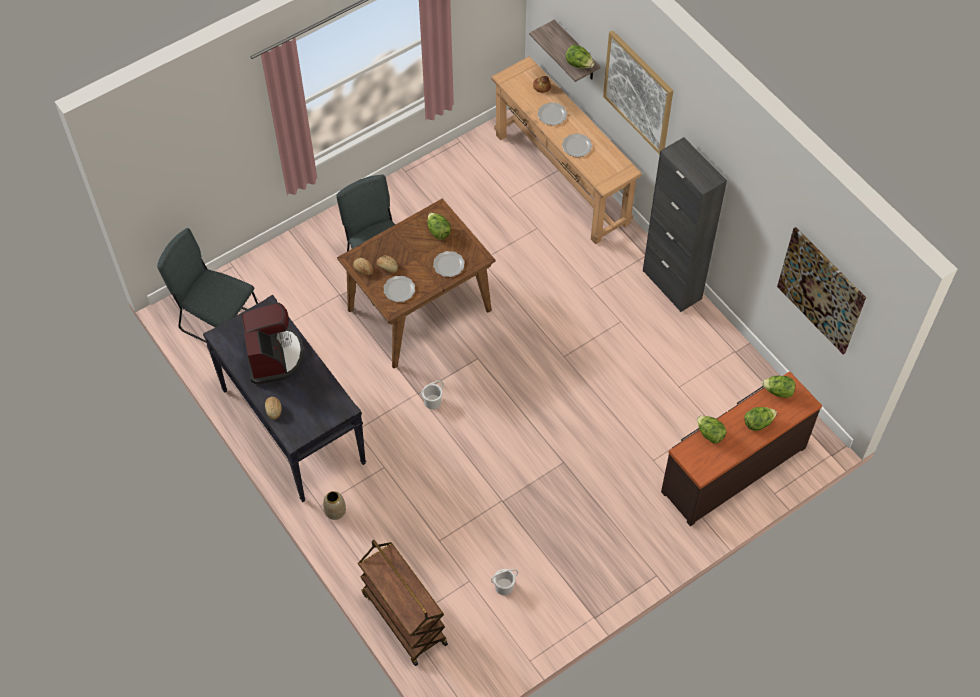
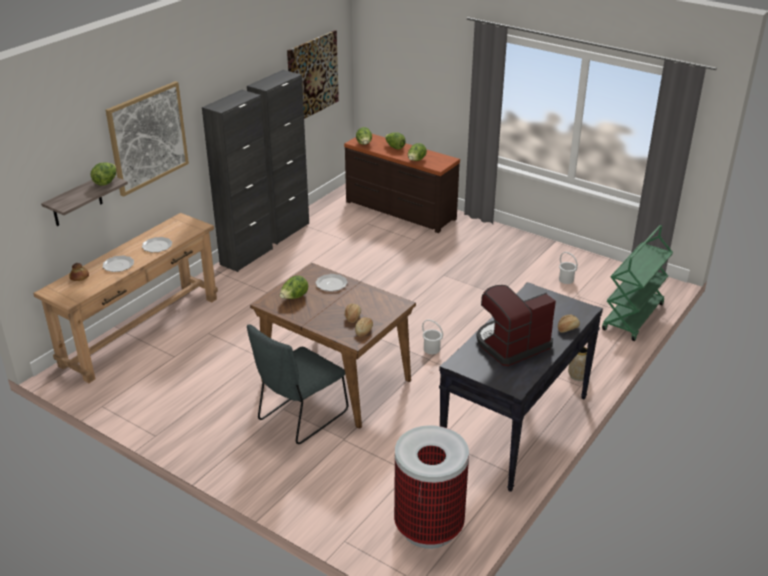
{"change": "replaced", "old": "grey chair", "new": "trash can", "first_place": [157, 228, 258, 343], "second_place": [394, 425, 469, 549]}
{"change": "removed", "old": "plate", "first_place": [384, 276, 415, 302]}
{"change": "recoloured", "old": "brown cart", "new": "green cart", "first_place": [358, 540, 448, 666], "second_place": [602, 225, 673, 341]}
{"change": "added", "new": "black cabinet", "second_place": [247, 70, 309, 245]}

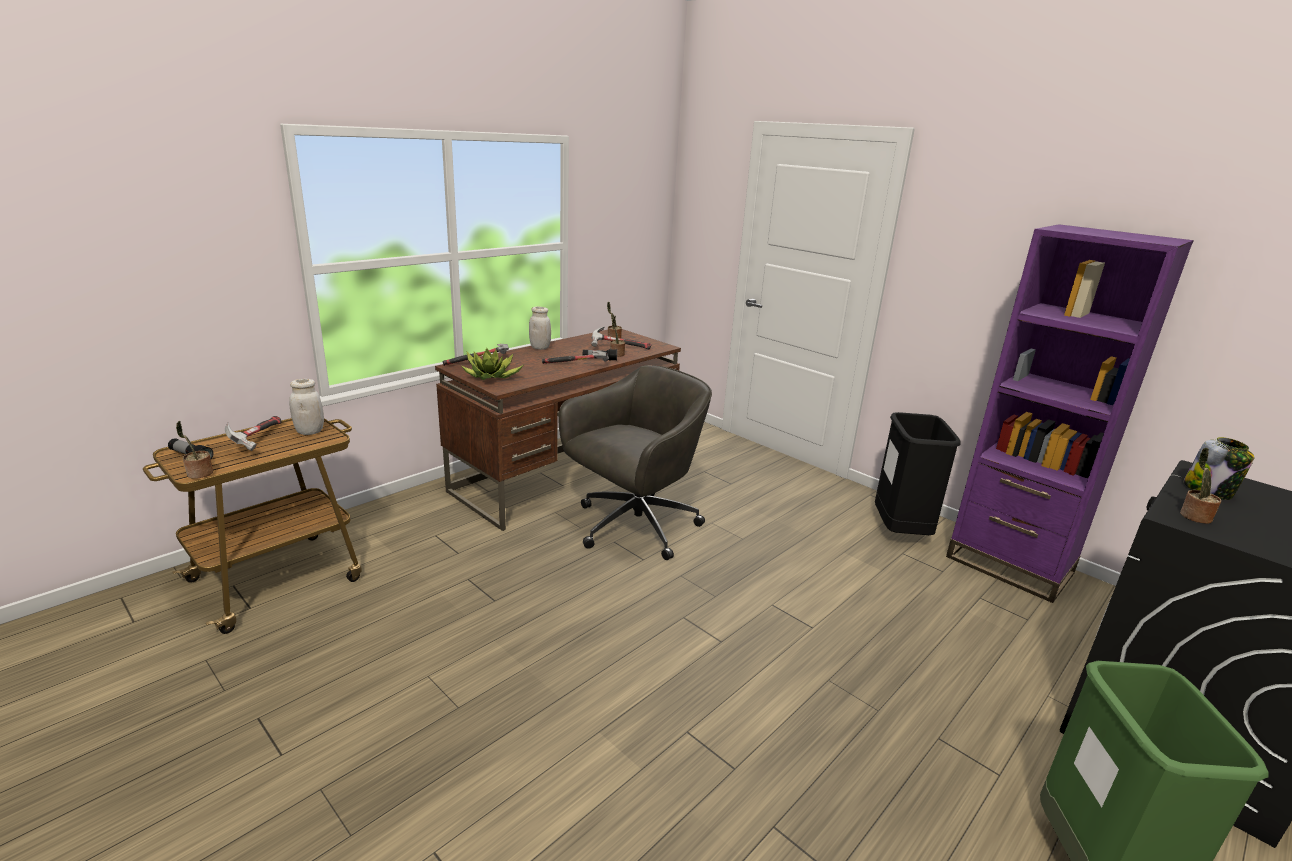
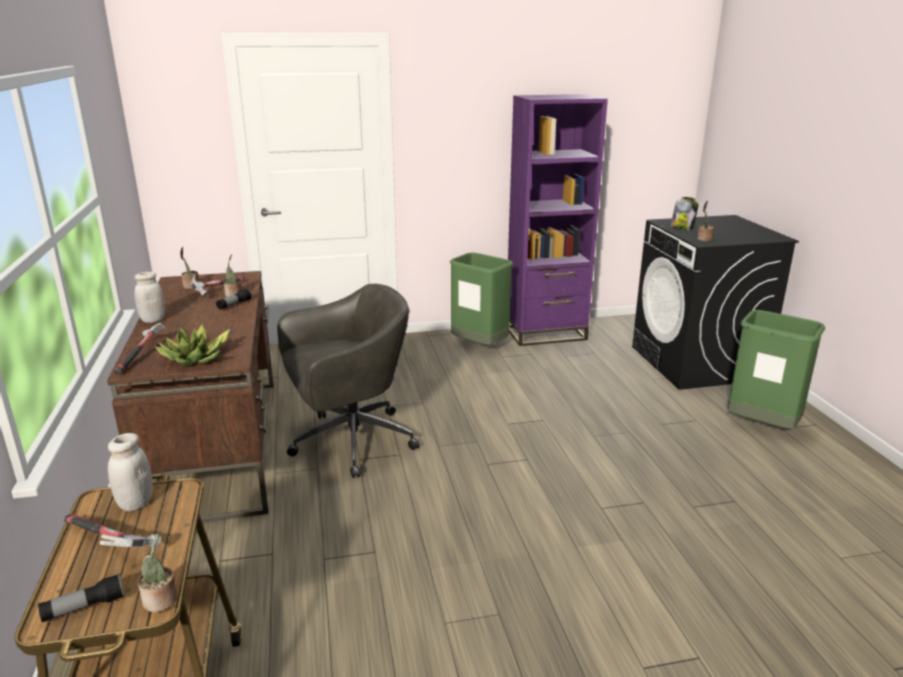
{"change": "removed", "old": "hammer", "first_place": [542, 350, 609, 364]}
{"change": "turned", "old": "grey office chair", "first_place": [558, 365, 712, 560], "second_place": [277, 284, 419, 478], "degrees": 75}
{"change": "recoloured", "old": "black trash can", "new": "green trash can", "first_place": [875, 412, 961, 535], "second_place": [449, 252, 513, 345]}

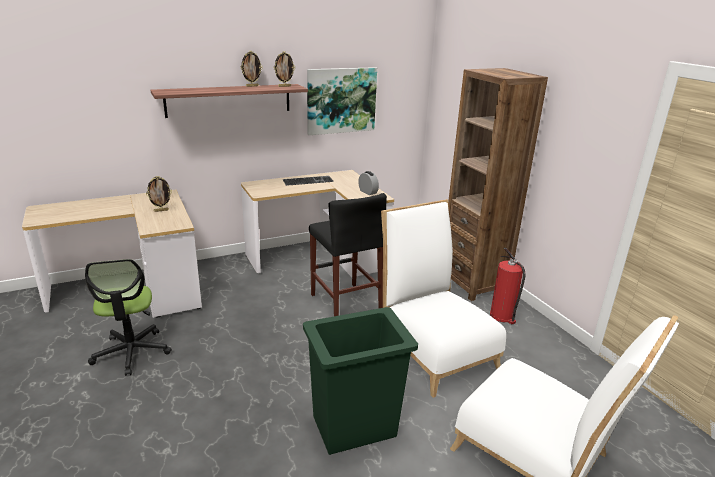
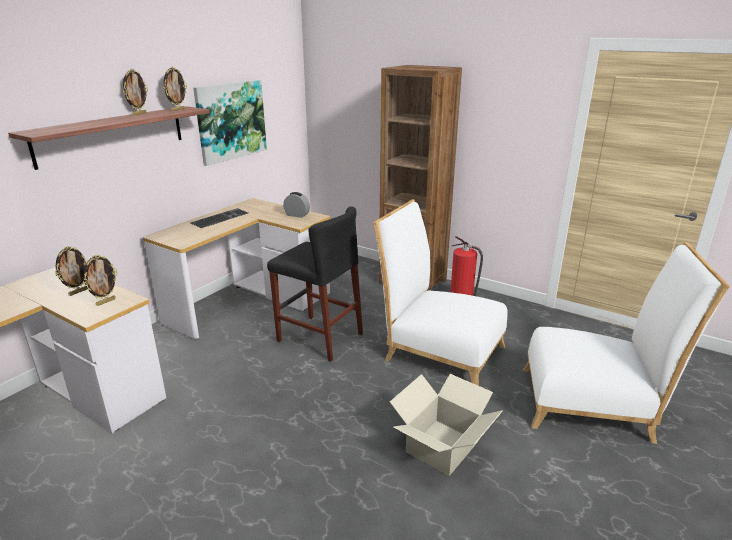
{"change": "removed", "old": "office chair", "first_place": [85, 259, 172, 376]}
{"change": "replaced", "old": "green trash can", "new": "cardboard box", "first_place": [303, 307, 418, 455], "second_place": [390, 374, 503, 476]}
{"change": "added", "new": "picture frame", "second_place": [83, 255, 118, 306]}

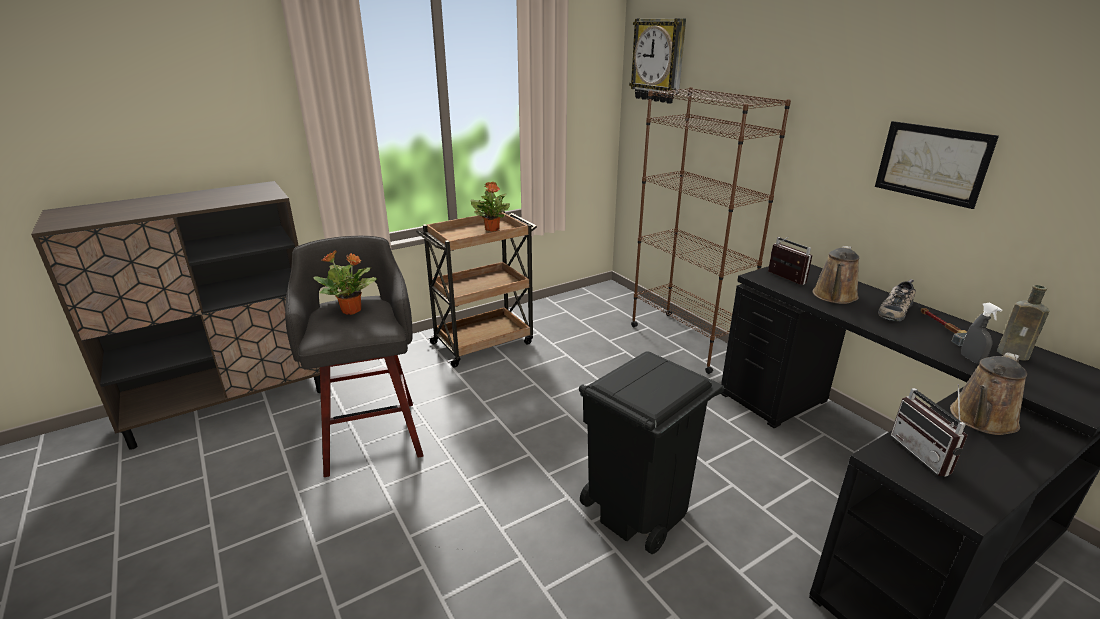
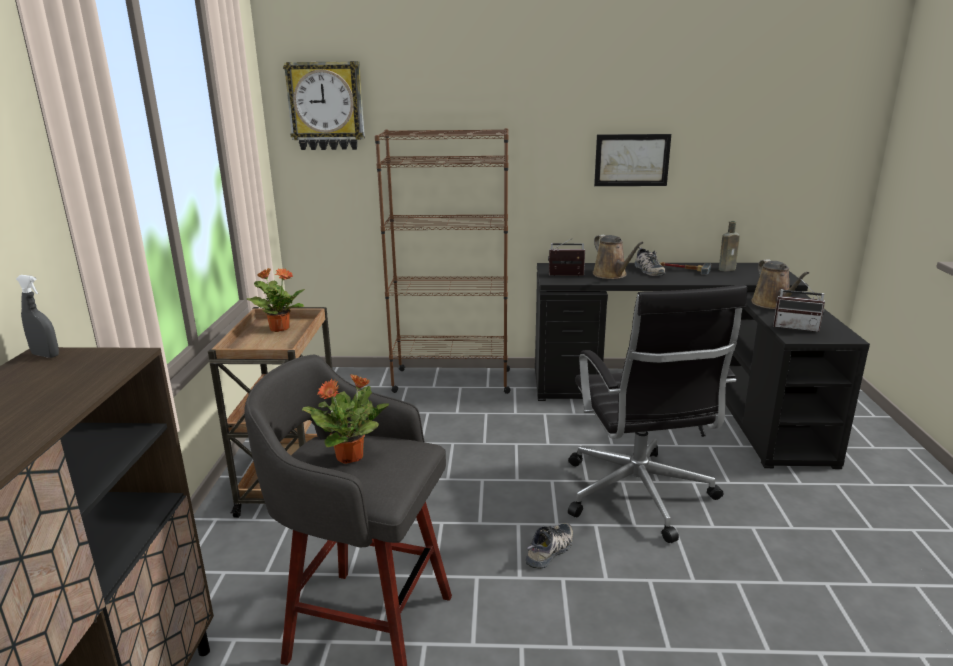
{"change": "moved", "old": "grey spray bottle", "first_place": [961, 303, 1002, 364], "second_place": [16, 275, 59, 358]}
{"change": "replaced", "old": "black trash can", "new": "black office chair", "first_place": [579, 351, 724, 554], "second_place": [568, 285, 747, 543]}
{"change": "added", "new": "shoe", "second_place": [526, 523, 573, 569]}

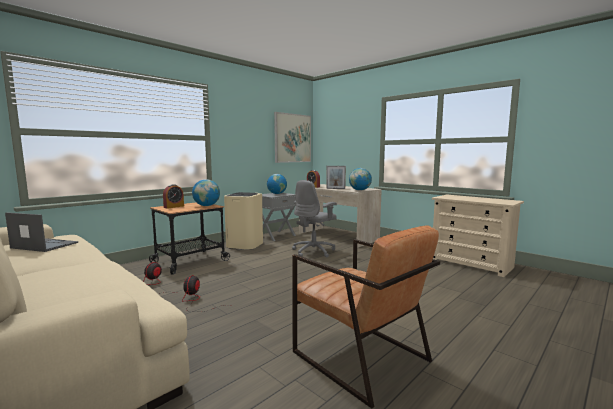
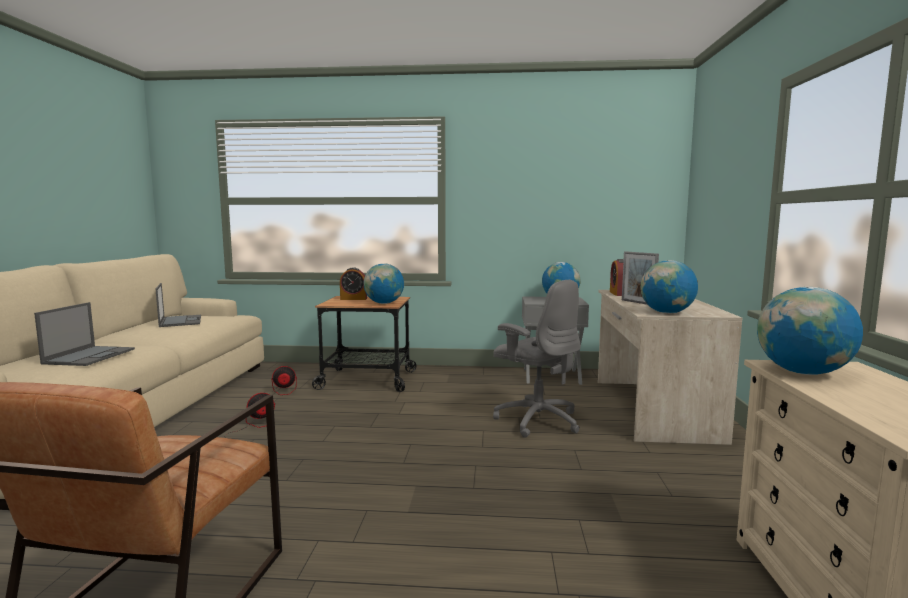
{"change": "removed", "old": "picture", "first_place": [274, 112, 311, 163]}
{"change": "turned", "old": "grey office chair", "first_place": [292, 180, 337, 258], "second_place": [493, 280, 581, 438], "degrees": -135}
{"change": "removed", "old": "beige trash can", "first_place": [224, 192, 263, 250]}
{"change": "added", "new": "globe", "second_place": [757, 287, 863, 375]}
{"change": "added", "new": "laptop", "second_place": [34, 302, 135, 366]}

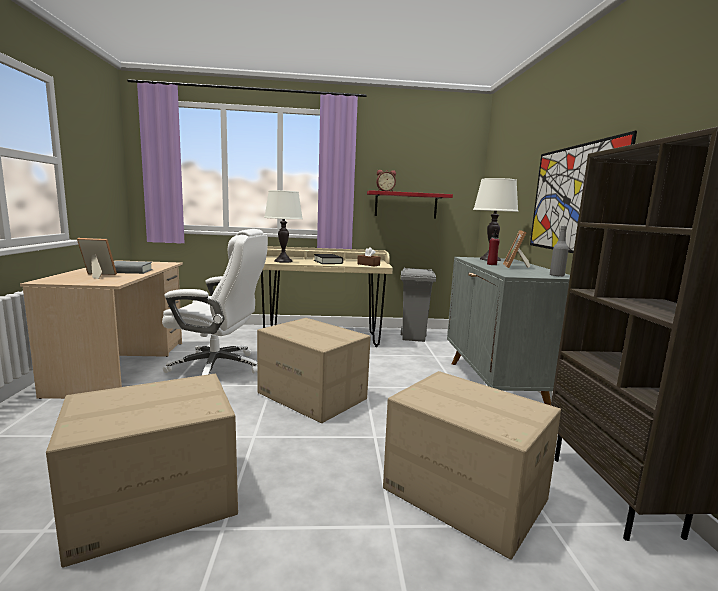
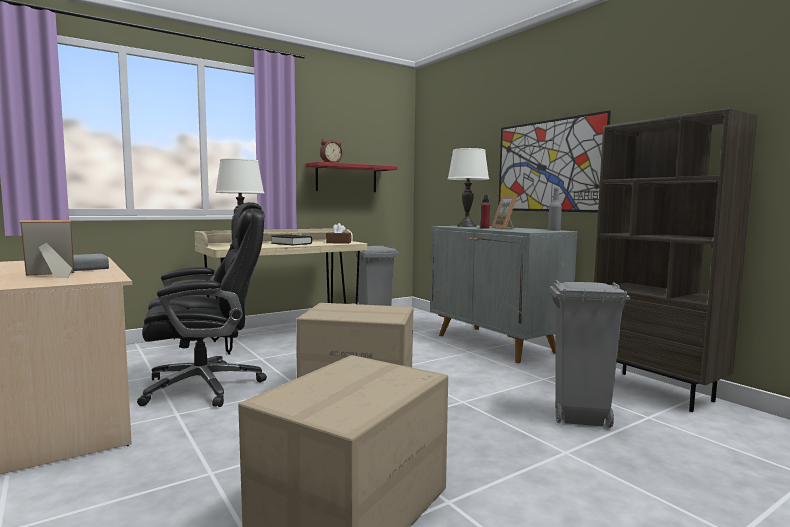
{"change": "recoloured", "old": "white office chair", "new": "black office chair", "first_place": [162, 229, 268, 375], "second_place": [137, 202, 267, 407]}
{"change": "replaced", "old": "cardboard box", "new": "grey trash can", "first_place": [383, 371, 561, 560], "second_place": [549, 280, 630, 428]}

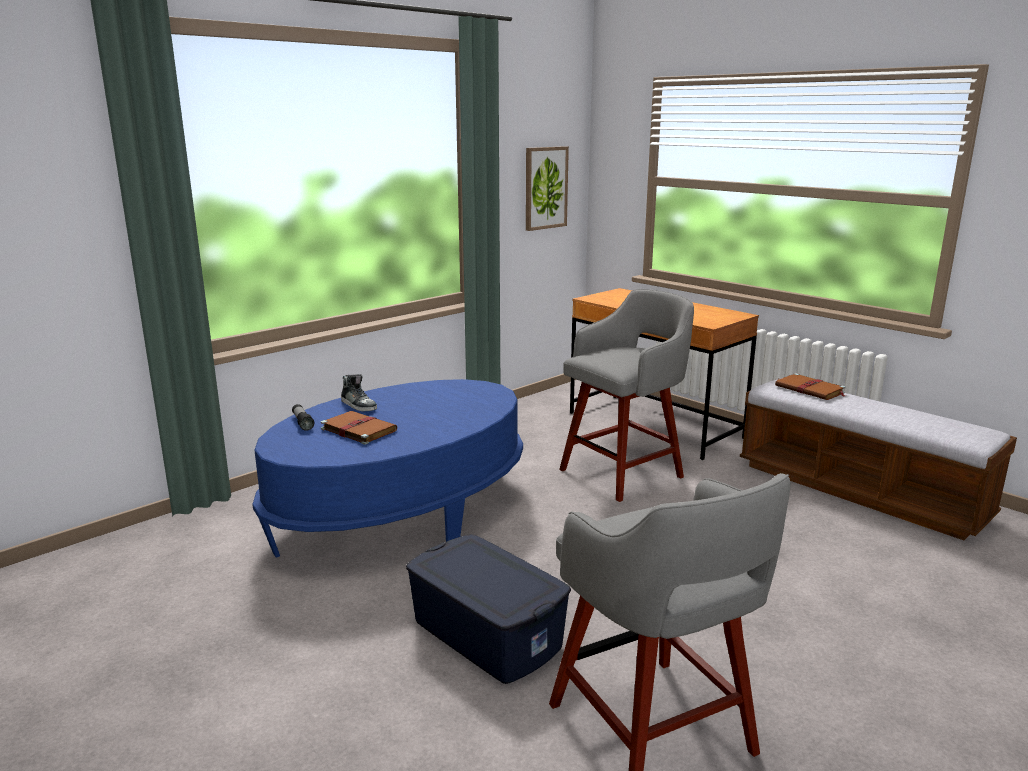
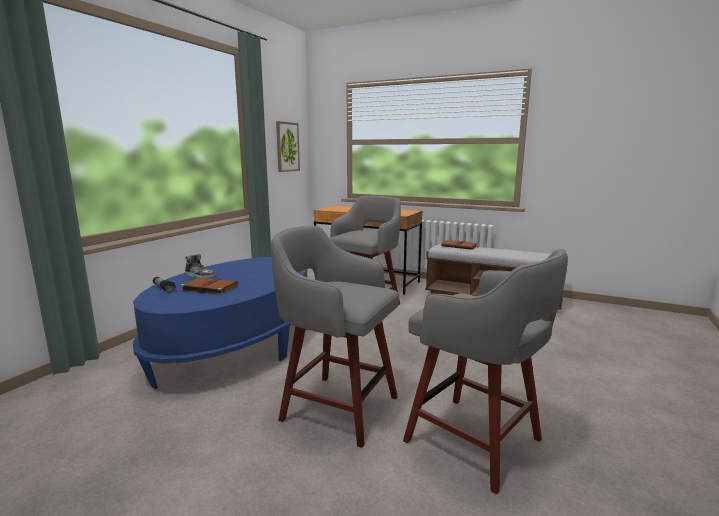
{"change": "replaced", "old": "blue storage box", "new": "grey stool", "first_place": [406, 534, 571, 684], "second_place": [271, 226, 399, 448]}

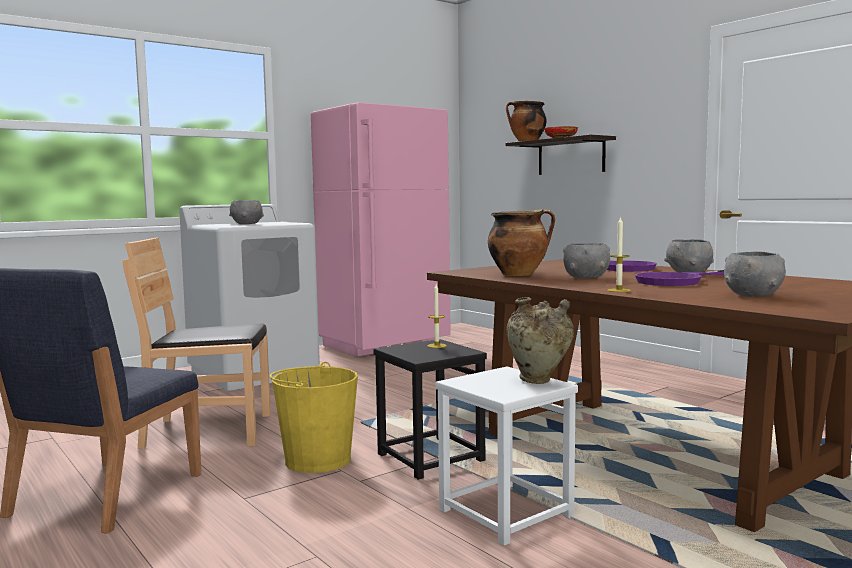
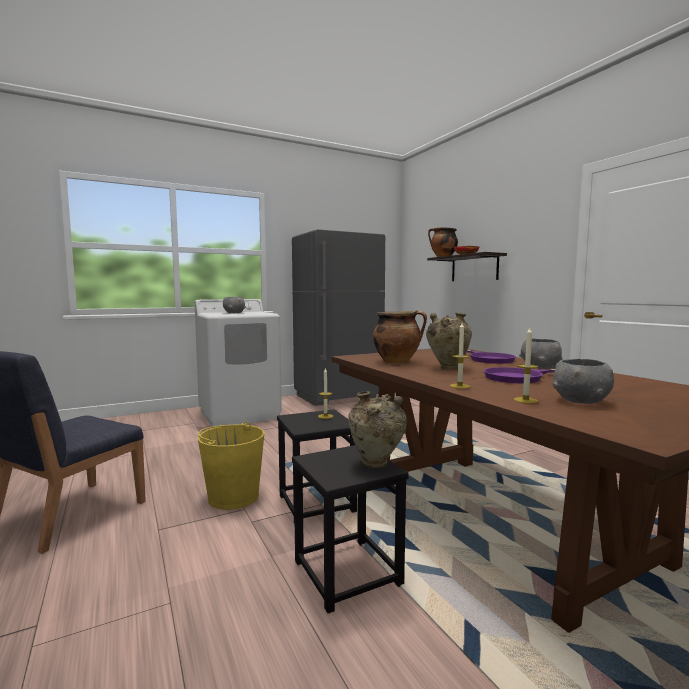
{"change": "recoloured", "old": "pink fridge", "new": "grey fridge", "first_place": [311, 102, 451, 356], "second_place": [292, 229, 385, 406]}
{"change": "removed", "old": "brown chair", "first_place": [123, 237, 271, 448]}
{"change": "replaced", "old": "grey bowl", "new": "beige vase", "first_place": [563, 243, 610, 278], "second_place": [426, 312, 472, 369]}
{"change": "recoloured", "old": "white stool", "new": "black stool", "first_place": [435, 367, 578, 546], "second_place": [292, 445, 408, 613]}
{"change": "added", "new": "candle", "second_place": [514, 327, 538, 404]}

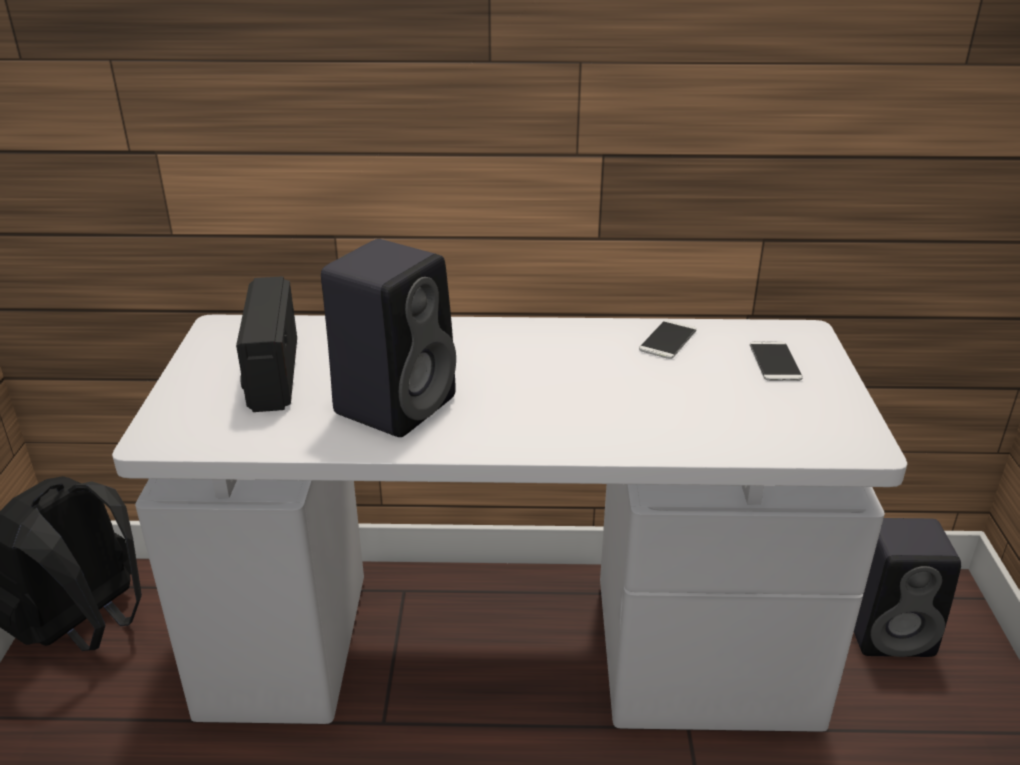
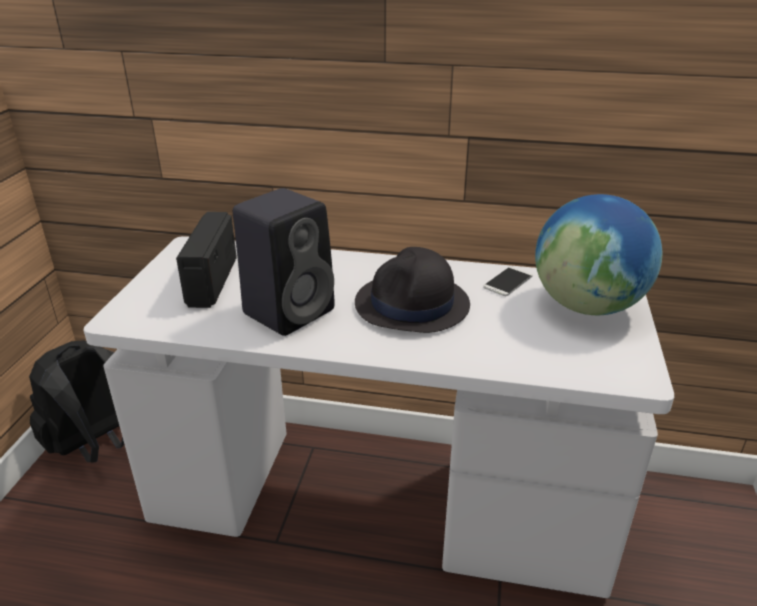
{"change": "replaced", "old": "phone", "new": "globe", "first_place": [750, 342, 803, 381], "second_place": [535, 194, 662, 315]}
{"change": "removed", "old": "black speaker", "first_place": [854, 518, 961, 657]}
{"change": "added", "new": "black hat", "second_place": [355, 247, 470, 333]}

